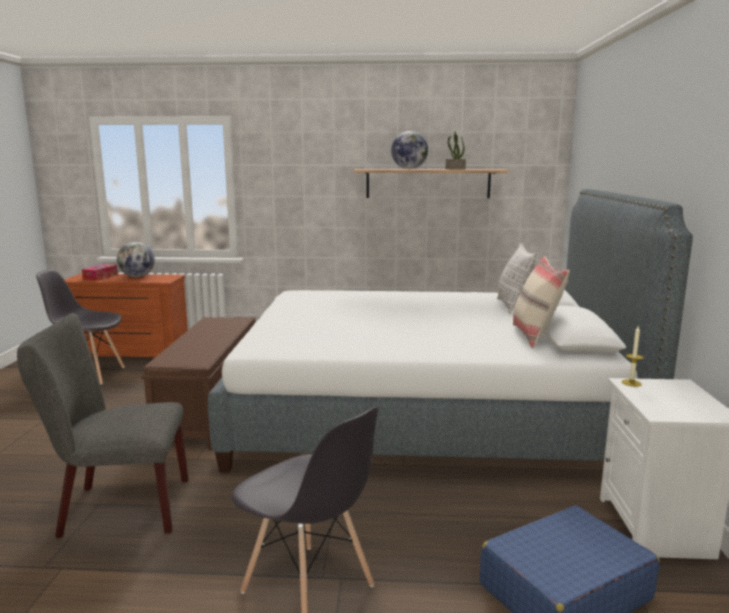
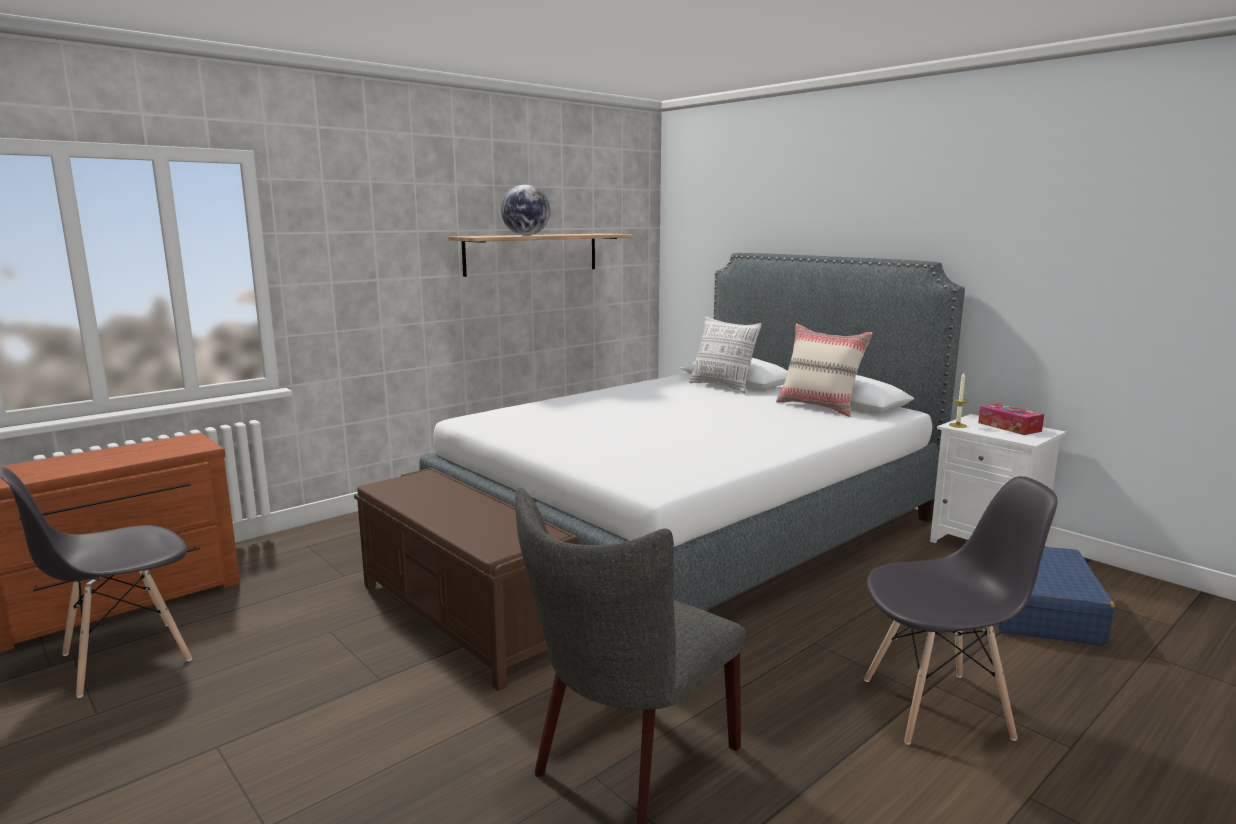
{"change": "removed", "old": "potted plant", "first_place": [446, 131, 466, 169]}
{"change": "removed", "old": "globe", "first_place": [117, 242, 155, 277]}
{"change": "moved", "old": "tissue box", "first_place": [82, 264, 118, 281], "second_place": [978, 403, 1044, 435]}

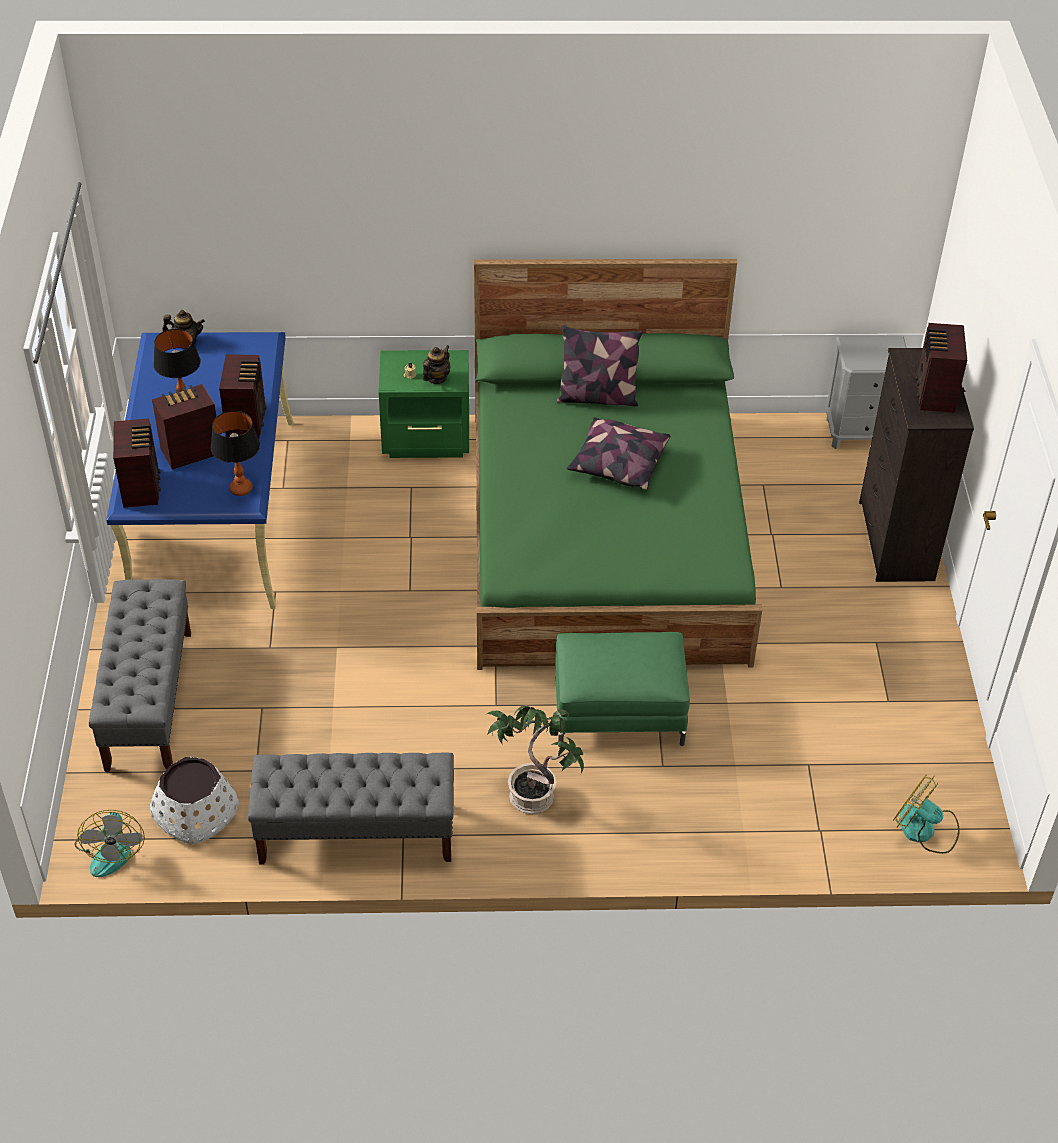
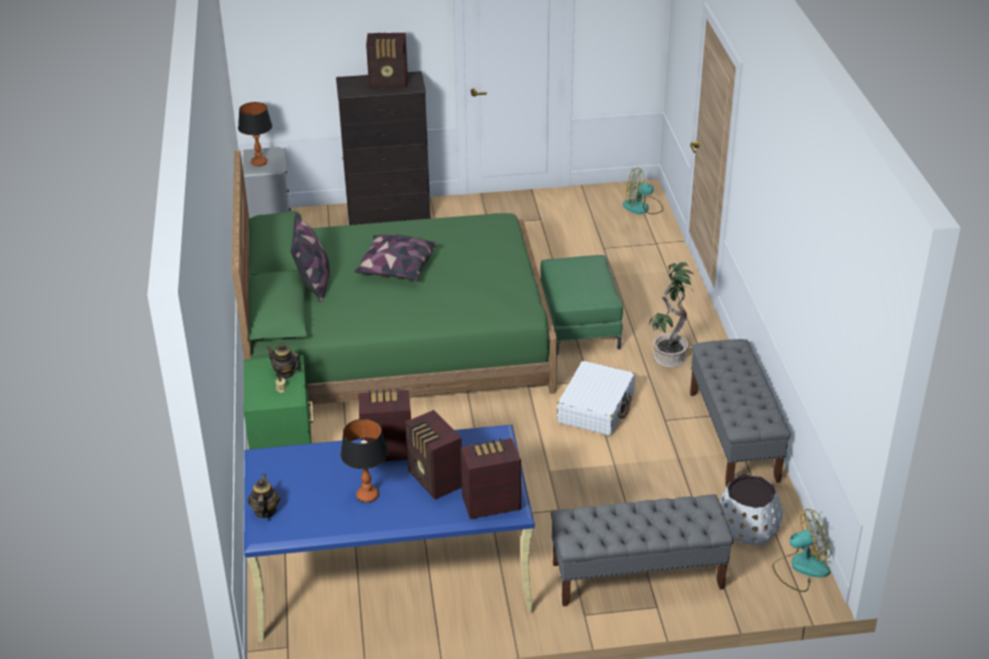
{"change": "moved", "old": "table lamp", "first_place": [211, 411, 260, 496], "second_place": [238, 102, 272, 166]}
{"change": "turned", "old": "fan", "first_place": [893, 774, 960, 854], "second_place": [623, 167, 663, 214], "degrees": 60}
{"change": "added", "new": "white suitcase", "second_place": [557, 361, 635, 436]}

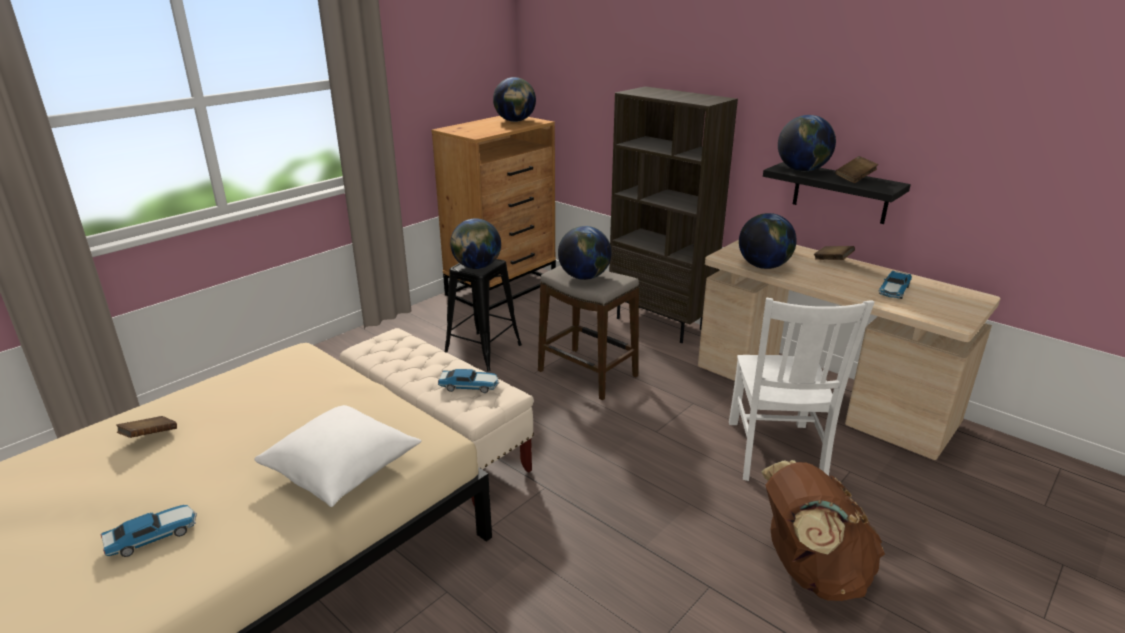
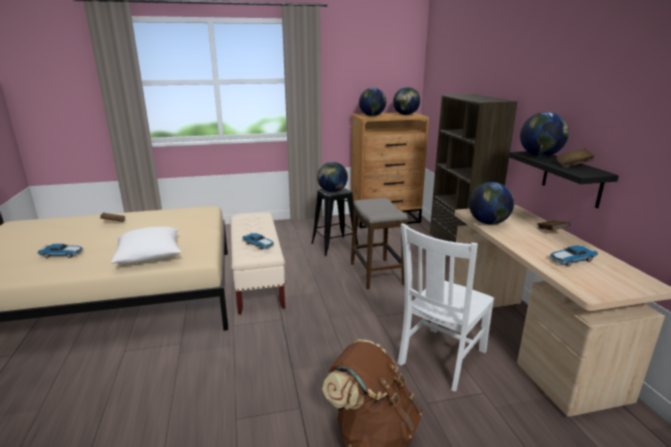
{"change": "moved", "old": "globe", "first_place": [558, 226, 612, 280], "second_place": [359, 88, 386, 116]}

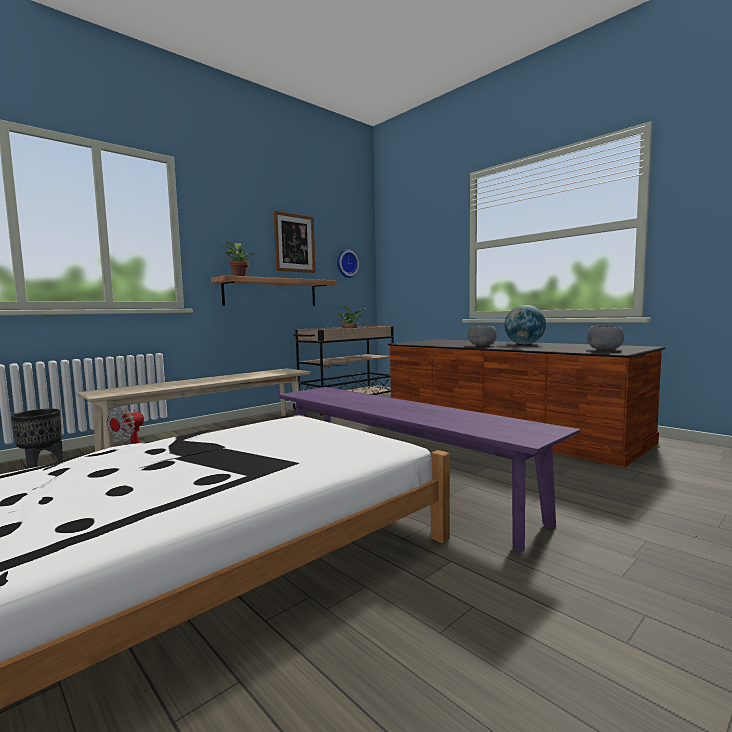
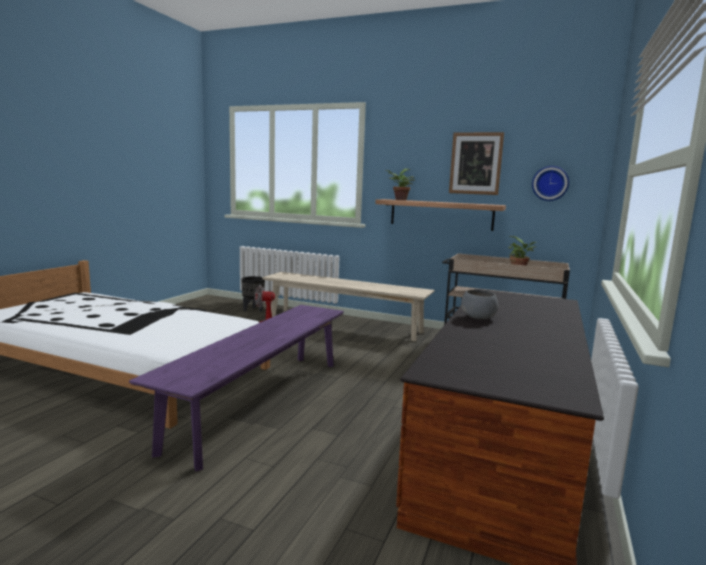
{"change": "removed", "old": "globe", "first_place": [504, 305, 546, 344]}
{"change": "removed", "old": "grey bowl", "first_place": [587, 326, 624, 350]}

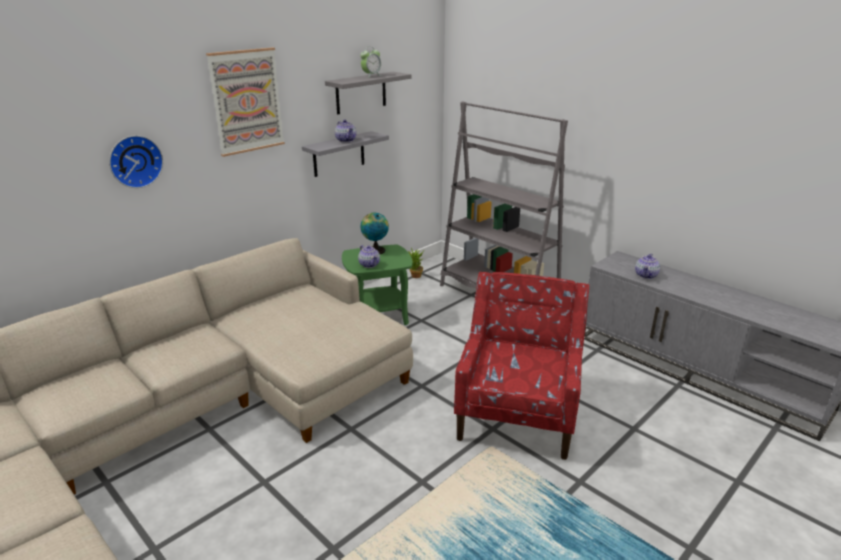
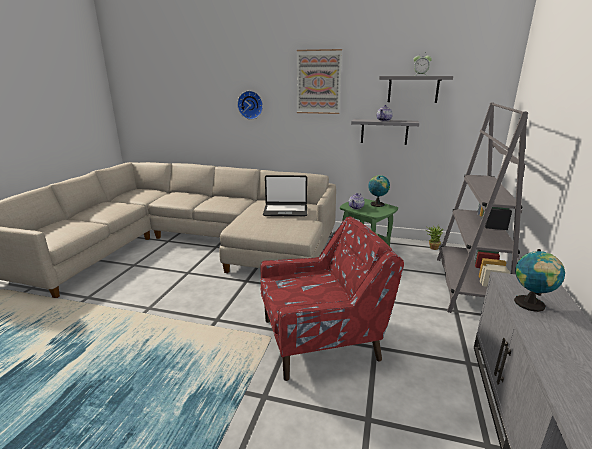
{"change": "replaced", "old": "teapot", "new": "globe", "first_place": [635, 254, 660, 279], "second_place": [514, 249, 565, 312]}
{"change": "added", "new": "laptop", "second_place": [263, 175, 307, 216]}

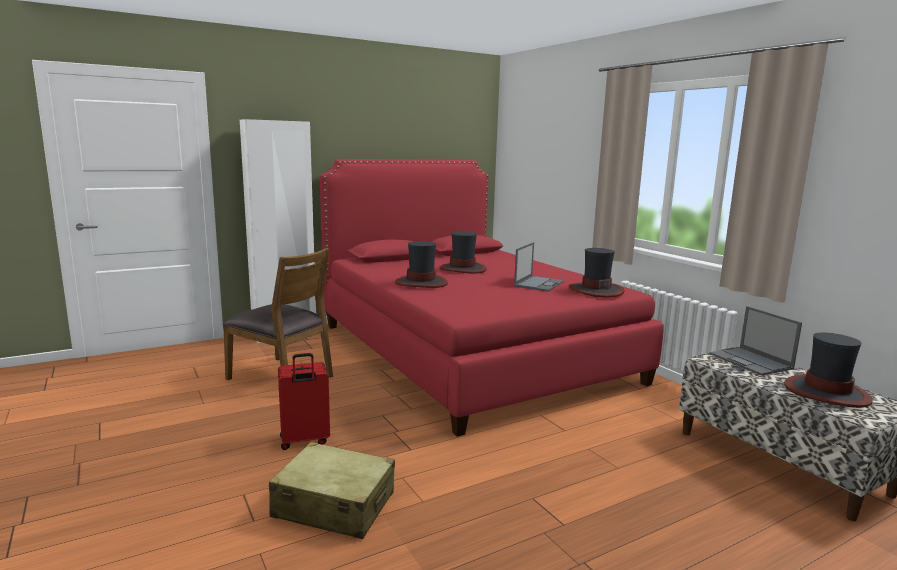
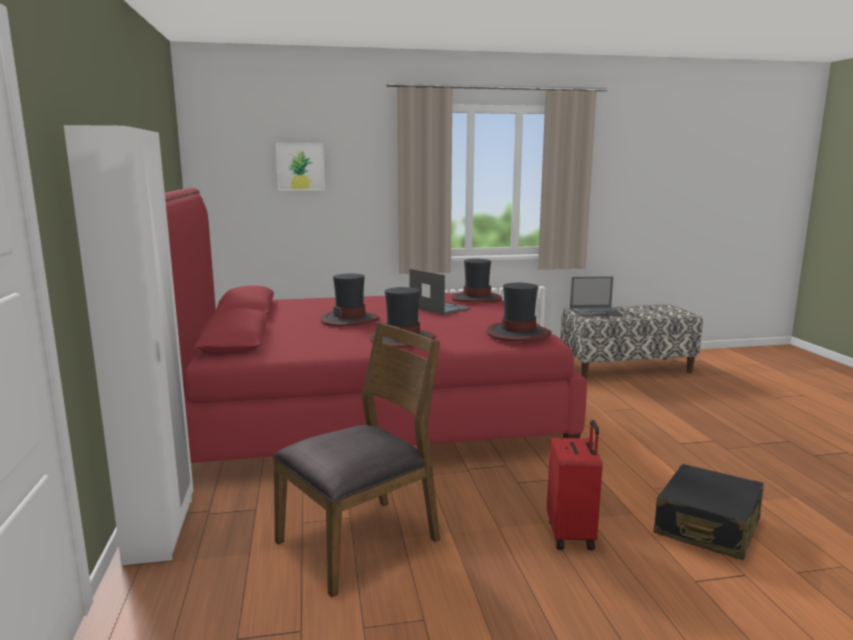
{"change": "moved", "old": "hat", "first_place": [784, 333, 873, 408], "second_place": [486, 283, 552, 341]}
{"change": "recoloured", "old": "beige suitcase", "new": "black suitcase", "first_place": [269, 442, 395, 539], "second_place": [654, 464, 764, 560]}
{"change": "added", "new": "picture", "second_place": [276, 143, 325, 191]}

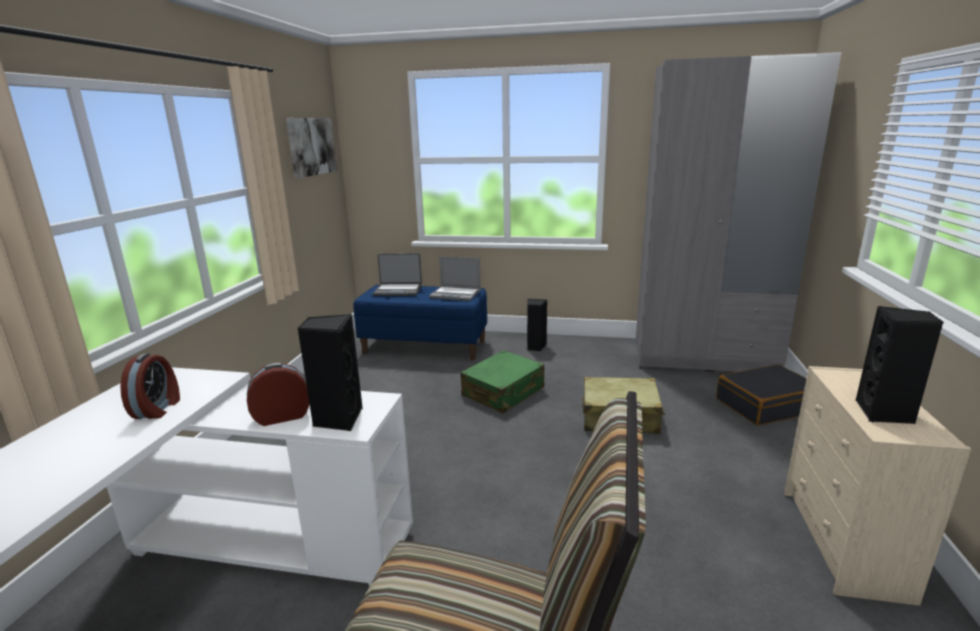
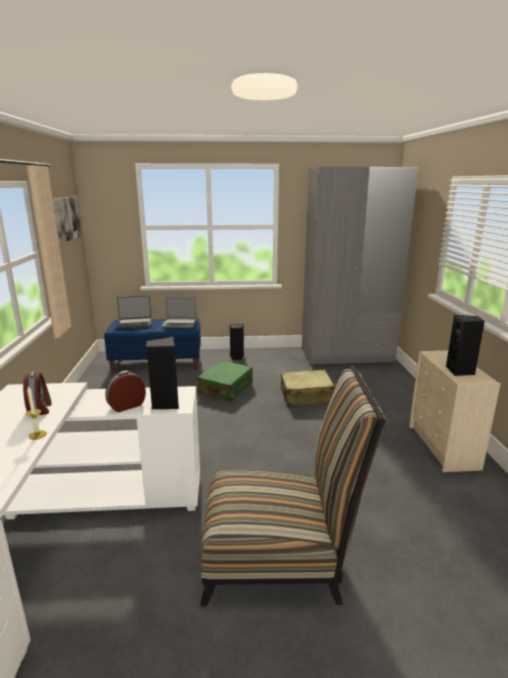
{"change": "removed", "old": "black suitcase", "first_place": [716, 364, 807, 425]}
{"change": "added", "new": "candle", "second_place": [25, 386, 47, 440]}

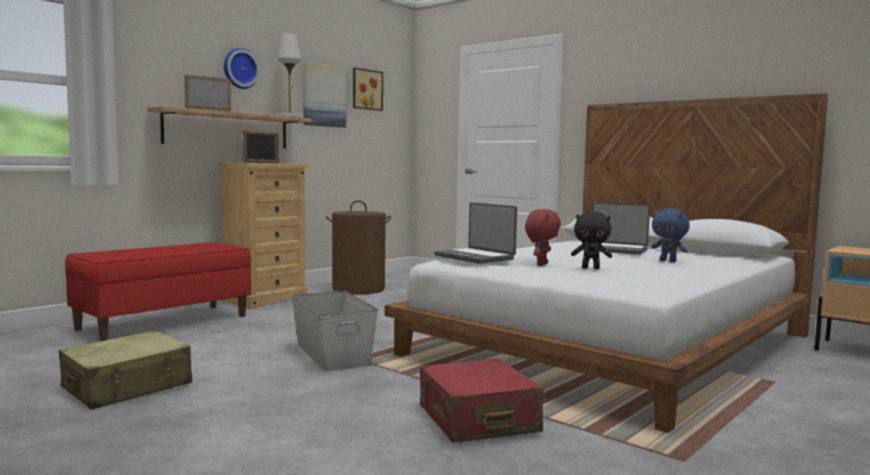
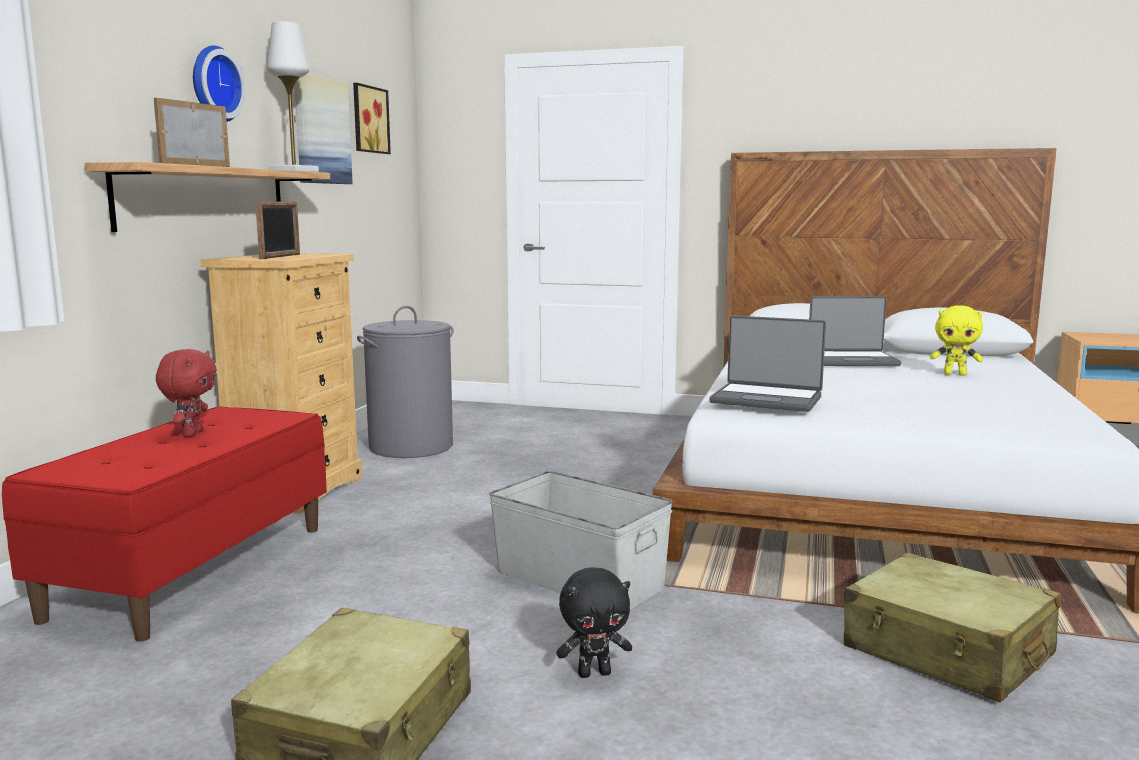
{"change": "recoloured", "old": "brown laundry basket", "new": "grey laundry basket", "first_place": [326, 200, 392, 295], "second_place": [357, 306, 454, 458]}
{"change": "moved", "old": "red plush toy", "first_place": [525, 209, 561, 266], "second_place": [156, 349, 217, 437]}
{"change": "recoloured", "old": "blue plush toy", "new": "yellow plush toy", "first_place": [651, 209, 690, 262], "second_place": [930, 305, 983, 376]}
{"change": "moved", "old": "black plush toy", "first_place": [571, 211, 612, 269], "second_place": [556, 567, 632, 678]}
{"change": "recoloured", "old": "red suitcase", "new": "beige suitcase", "first_place": [420, 359, 544, 443], "second_place": [844, 552, 1061, 702]}

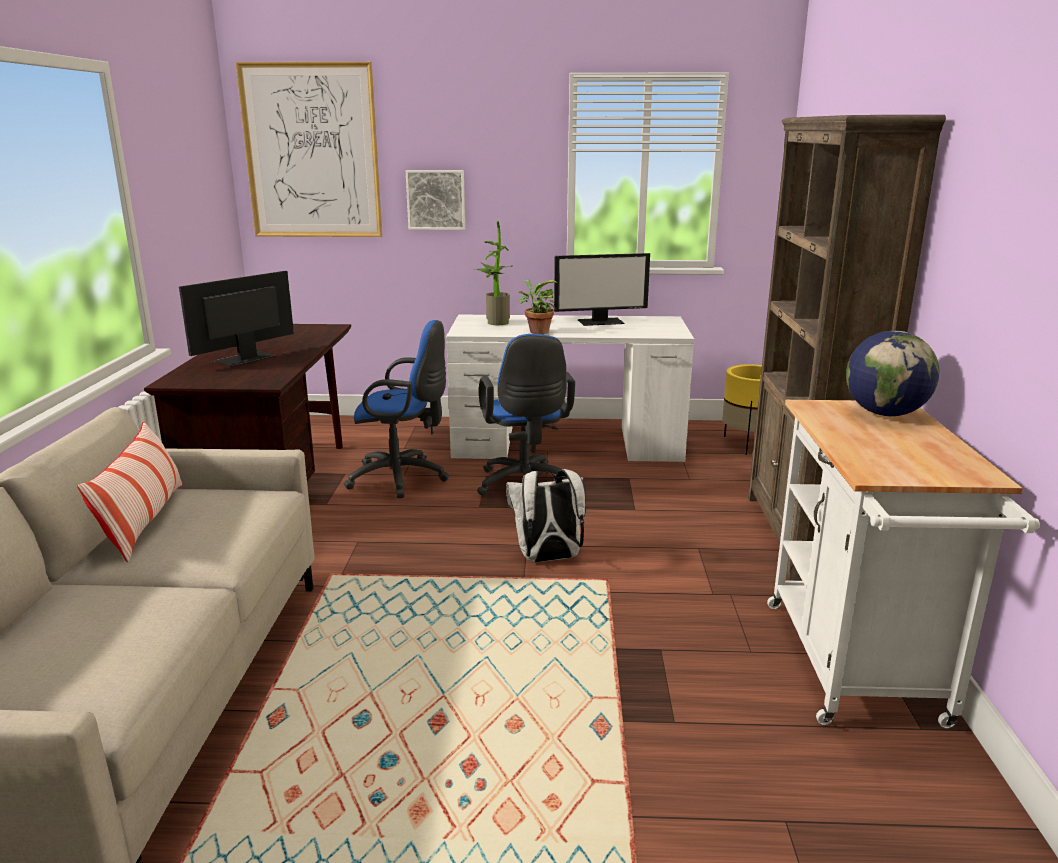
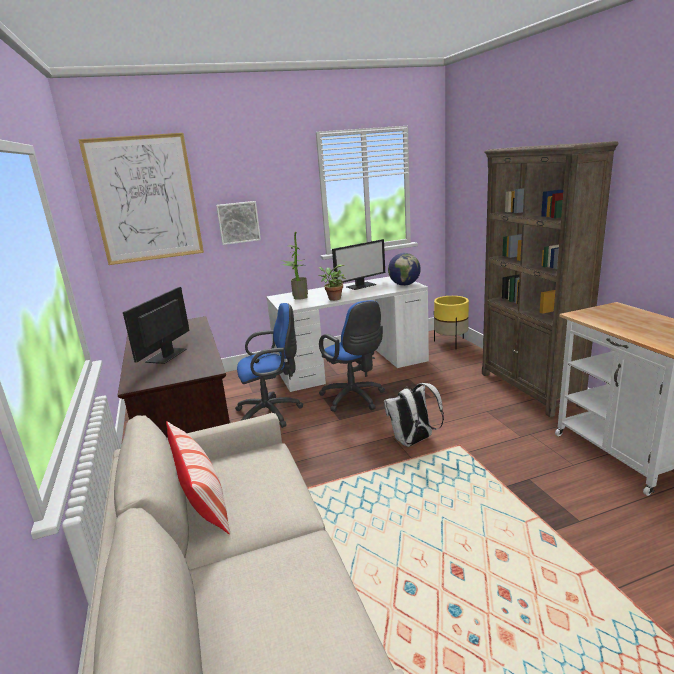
{"change": "moved", "old": "globe", "first_place": [846, 331, 939, 416], "second_place": [388, 253, 421, 286]}

